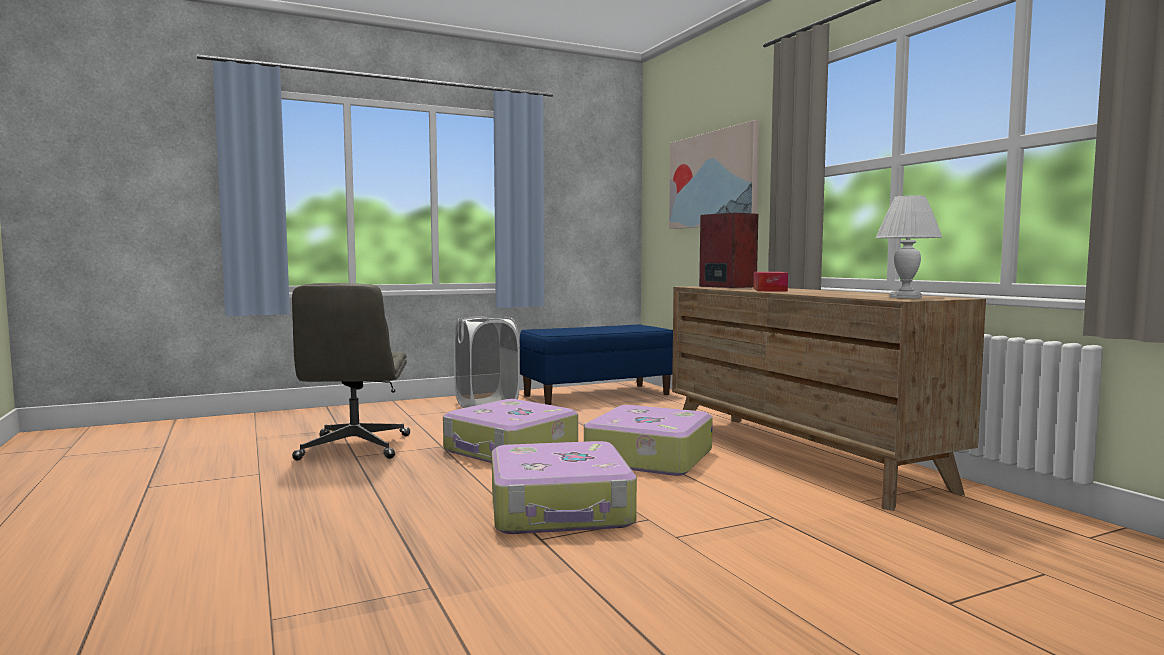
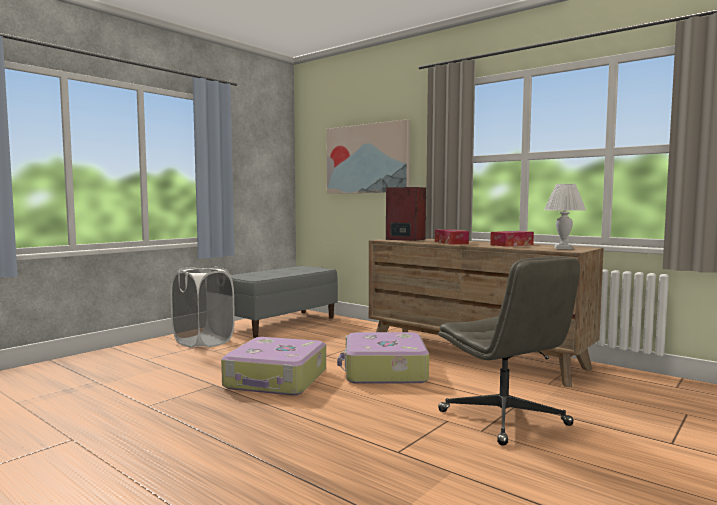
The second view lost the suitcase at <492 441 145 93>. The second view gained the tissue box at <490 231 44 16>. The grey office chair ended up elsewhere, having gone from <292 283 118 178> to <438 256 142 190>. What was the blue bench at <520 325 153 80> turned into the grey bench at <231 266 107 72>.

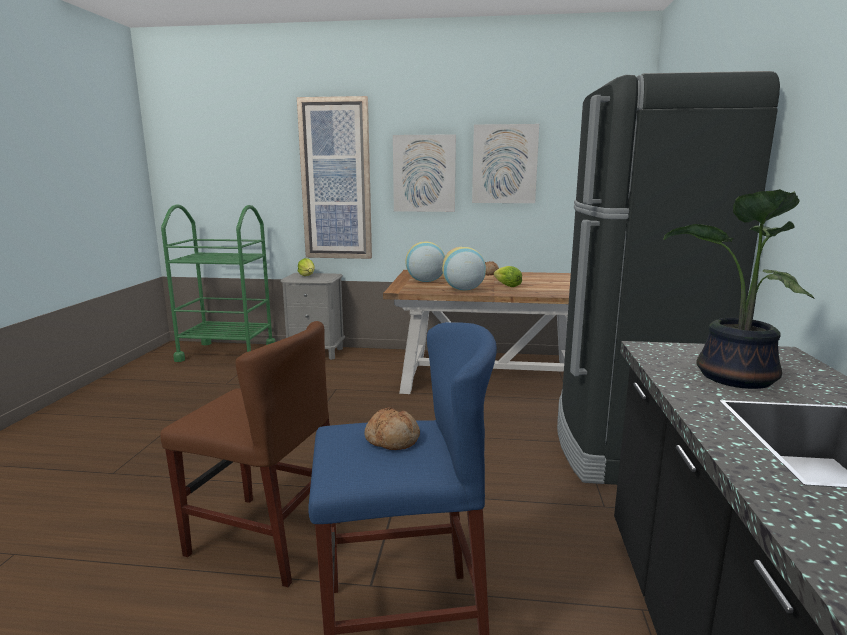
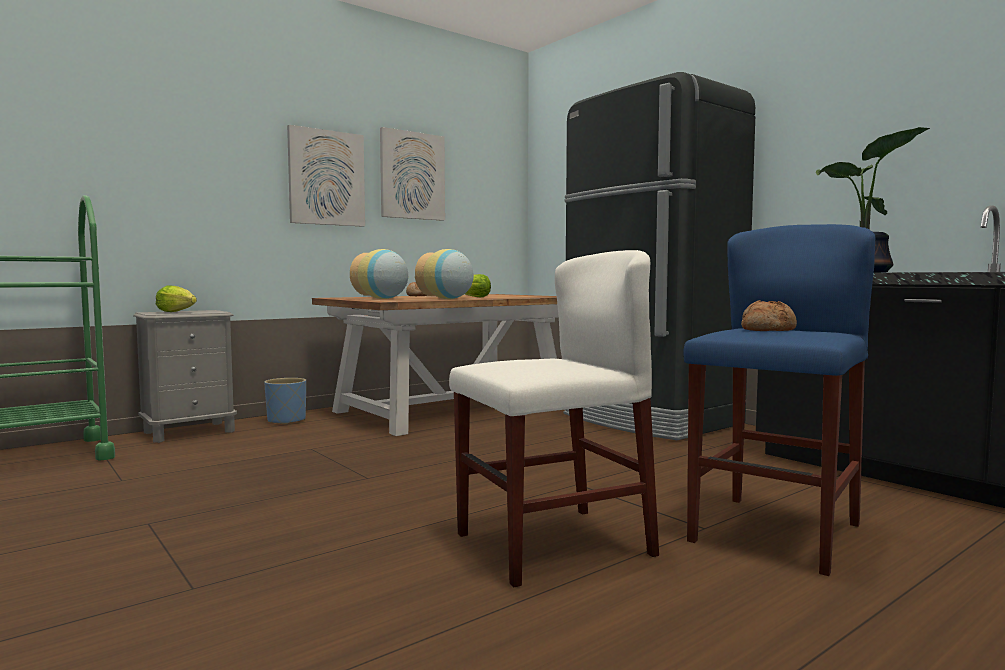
The second view lost the picture at <297 96 75 163>. The second view gained the blue planter at <264 378 42 47>. What was the brown chair at <160 321 180 266> turned into the white chair at <449 250 210 337>.

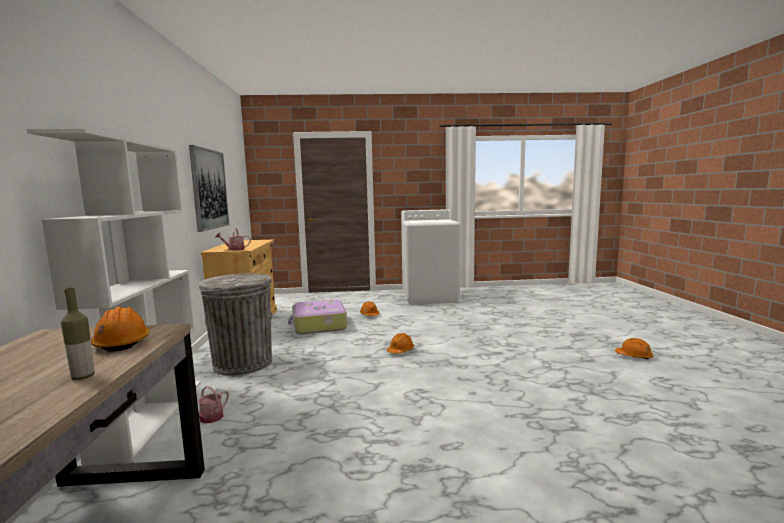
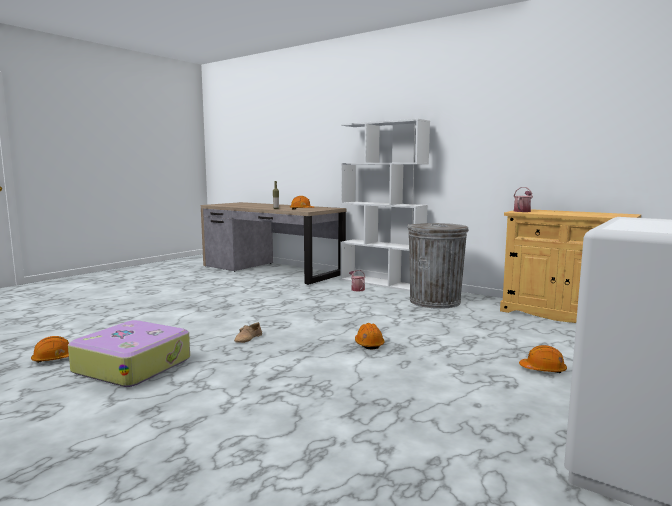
The second view lost the picture at <189 145 40 87>. The second view gained the beige shoe at <234 322 28 21>. The suitcase ended up elsewhere, having gone from <288 299 59 35> to <68 320 122 67>. The orange hard hat ended up elsewhere, having gone from <615 338 38 21> to <31 336 38 27>.

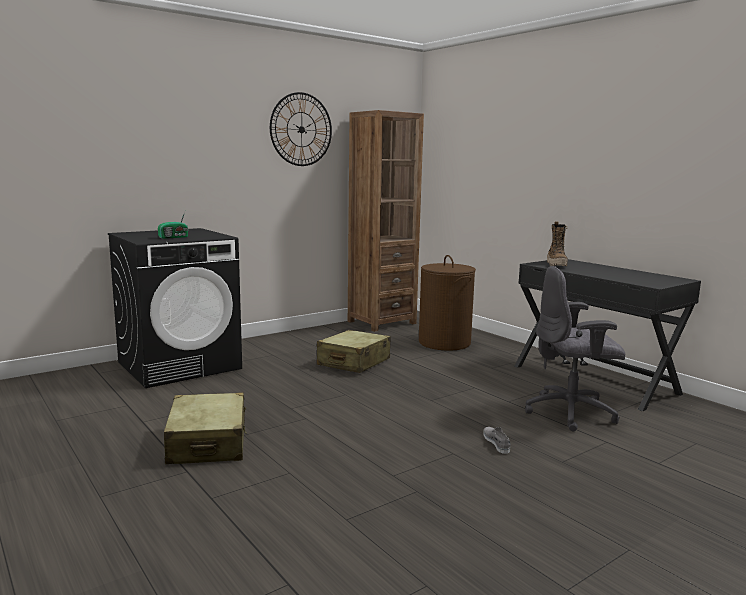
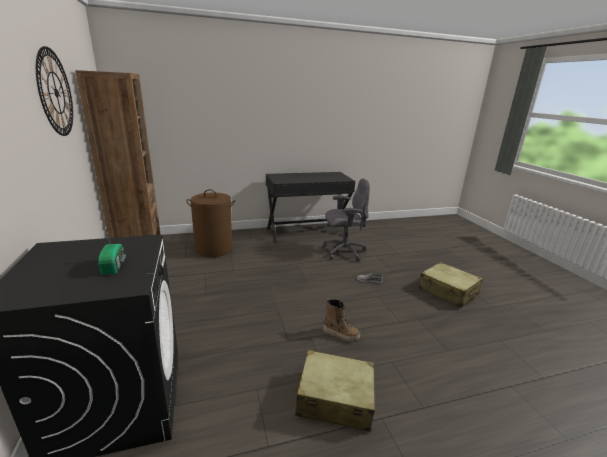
The beige suitcase ended up elsewhere, having gone from <317 330 73 43> to <419 262 64 46>. The boot ended up elsewhere, having gone from <547 221 21 45> to <323 298 37 44>. The grey office chair at <525 266 100 166> ended up facing another way, 120 degrees counterclockwise from before.

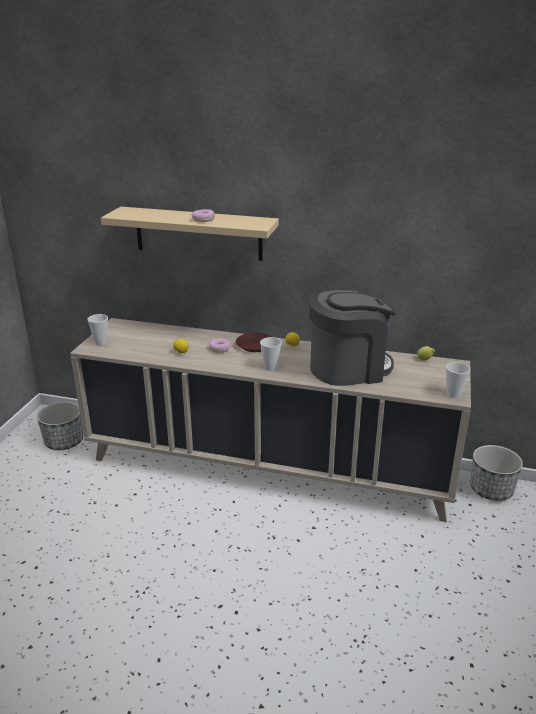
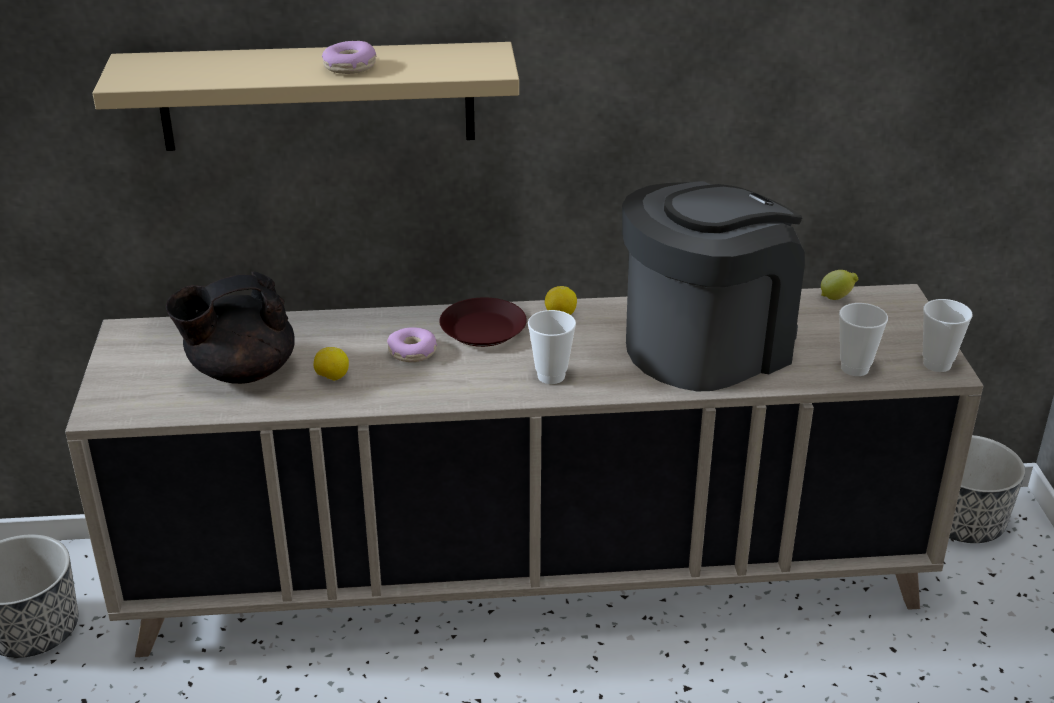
The second view gained the black teapot at <166 271 129 113>. The cup ended up elsewhere, having gone from <87 314 21 31> to <839 303 49 73>.

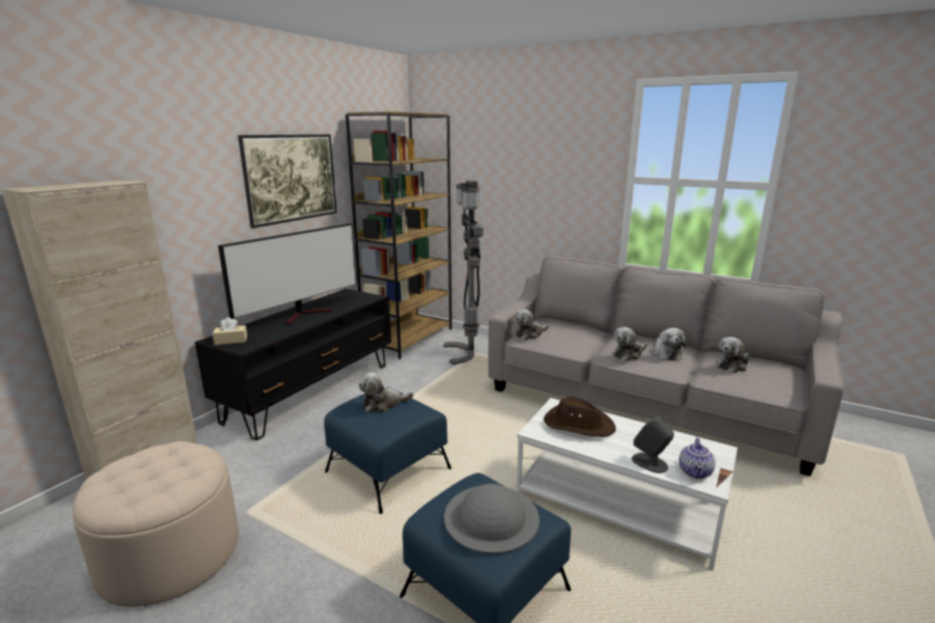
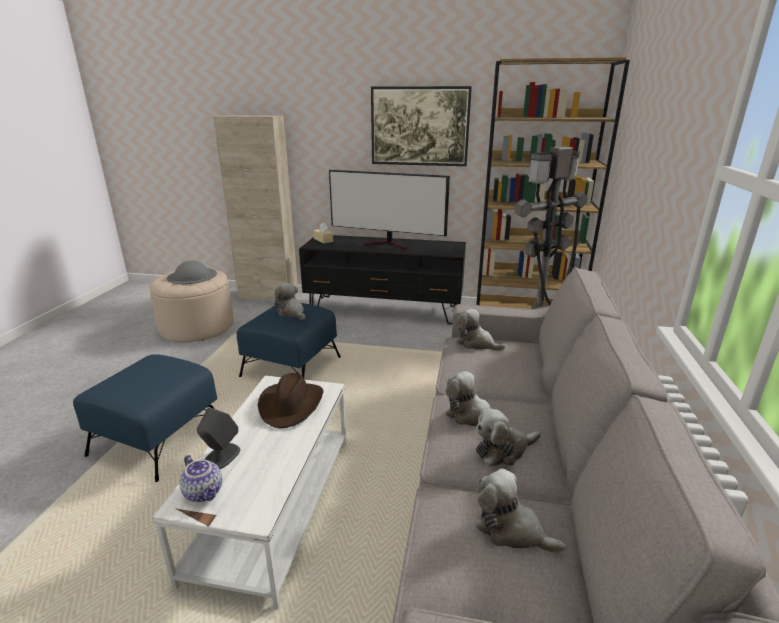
The grey hat ended up elsewhere, having gone from <444 484 95 70> to <167 260 50 24>. The teapot at <679 438 36 41> ended up facing another way, 135 degrees counterclockwise from before.

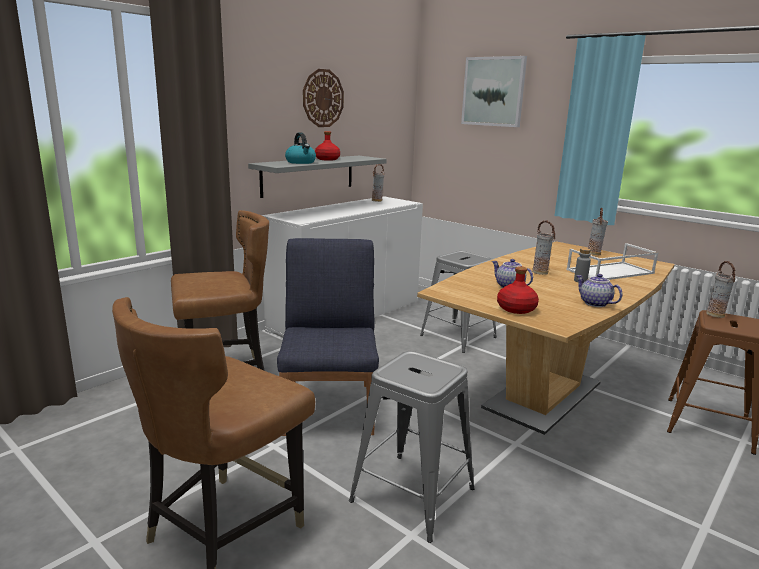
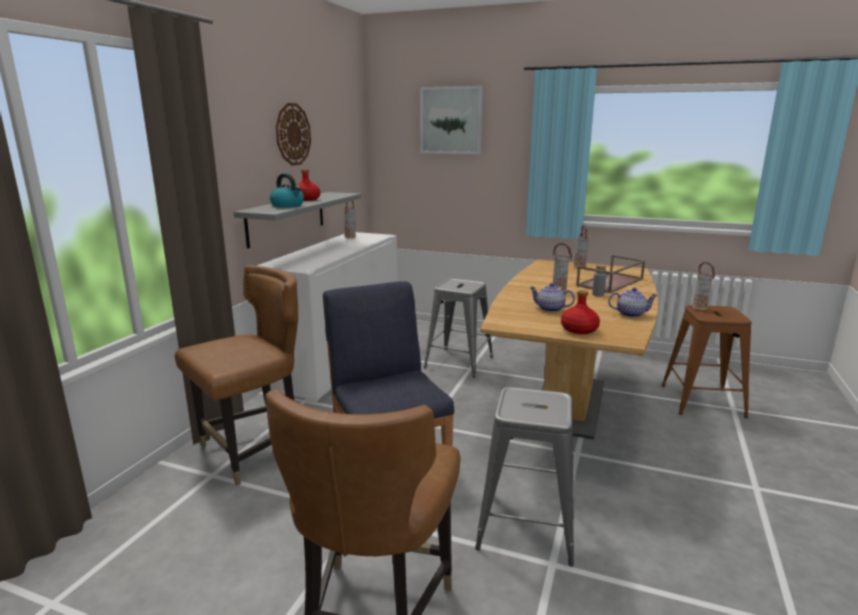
What was the white tray at <566 243 93 37> turned into the brown tray at <576 255 69 38>. The teapot at <576 274 47 33> ended up facing another way, 150 degrees clockwise from before.

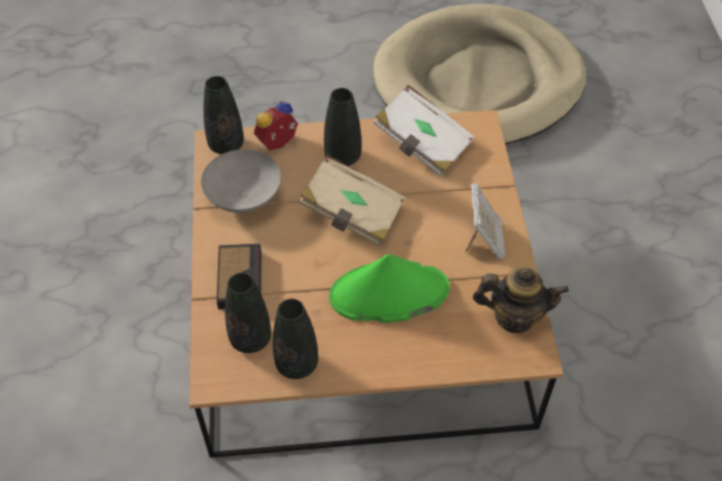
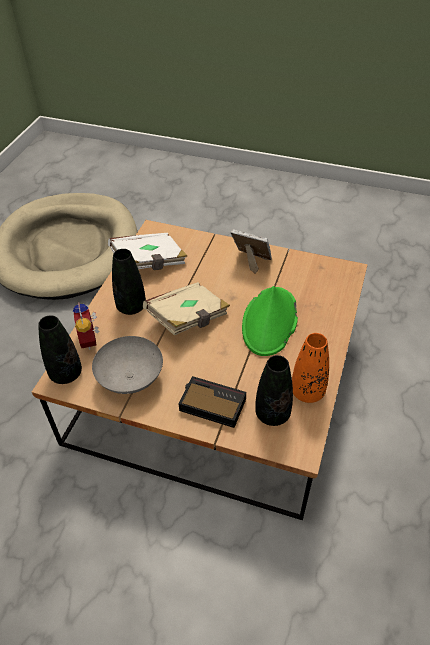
The second view lost the teapot at <472 267 97 66>. What was the black vase at <273 299 45 80> turned into the orange vase at <292 333 37 70>.

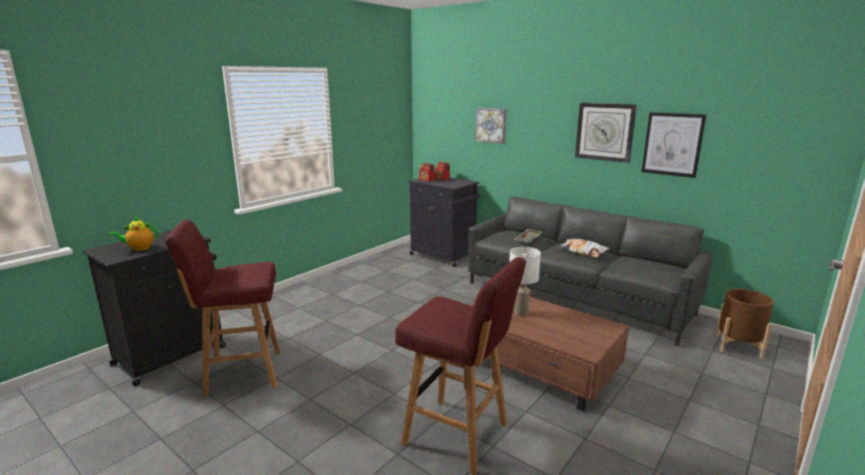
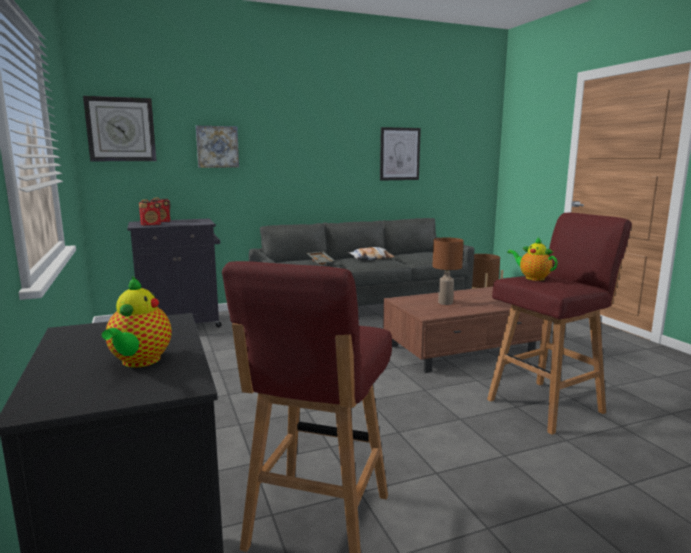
The second view gained the teapot at <507 237 51 44>. The wall clock ended up elsewhere, having gone from <575 103 62 60> to <83 96 73 65>. What was the white table lamp at <509 247 32 69> turned into the brown table lamp at <432 238 32 67>.

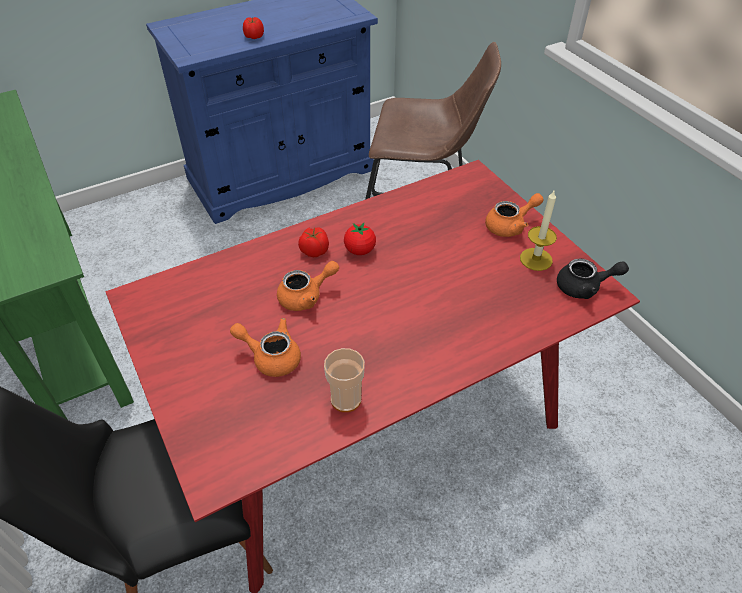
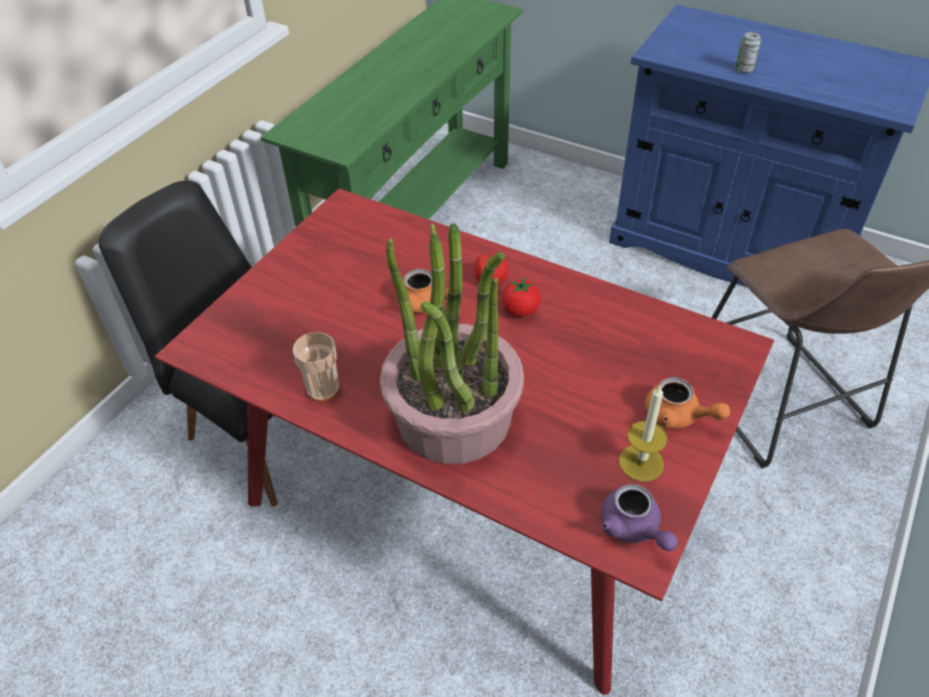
The second view lost the orange teapot at <230 318 71 59>. The second view gained the potted plant at <380 223 144 241>. Where the tomato stood at <243 17 21 22>, the can came to stand at <735 32 26 41>. What was the black teapot at <557 258 72 41> turned into the purple teapot at <601 484 77 67>.

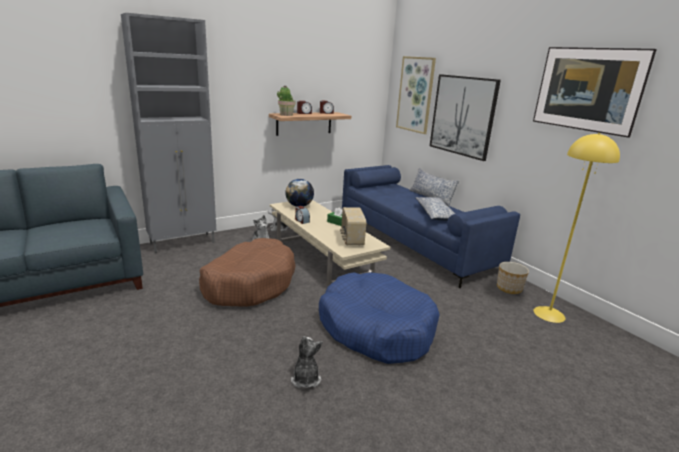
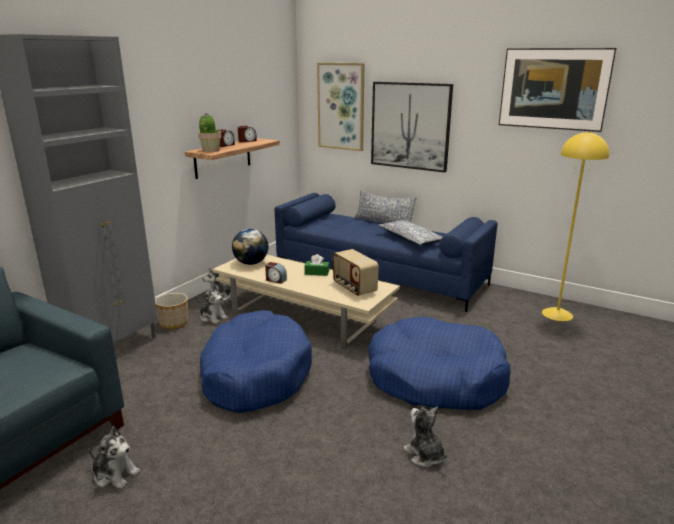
The second view gained the plush toy at <88 426 52 63>. The planter ended up elsewhere, having gone from <497 262 32 32> to <155 293 34 36>. What was the brown dog bed at <199 238 97 69> turned into the blue dog bed at <200 310 112 103>.

